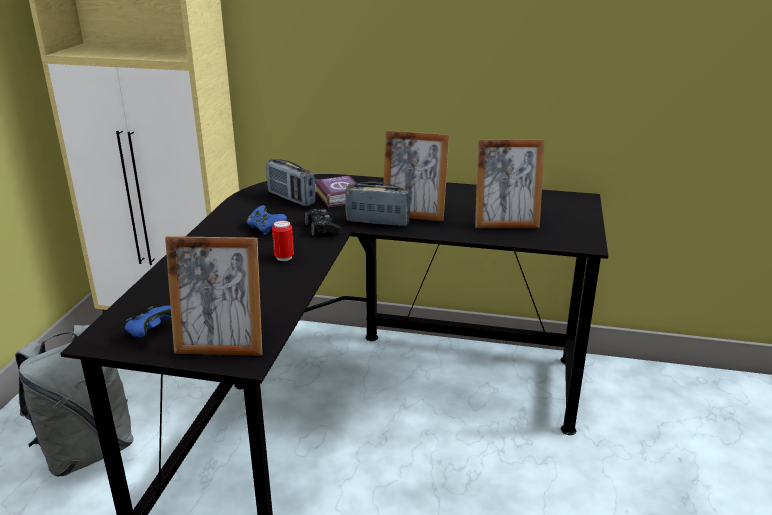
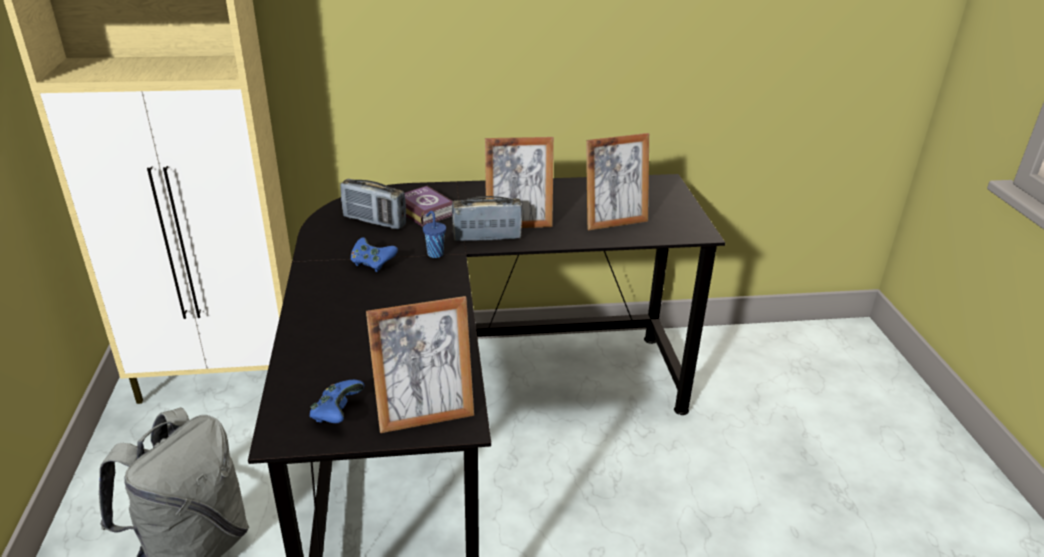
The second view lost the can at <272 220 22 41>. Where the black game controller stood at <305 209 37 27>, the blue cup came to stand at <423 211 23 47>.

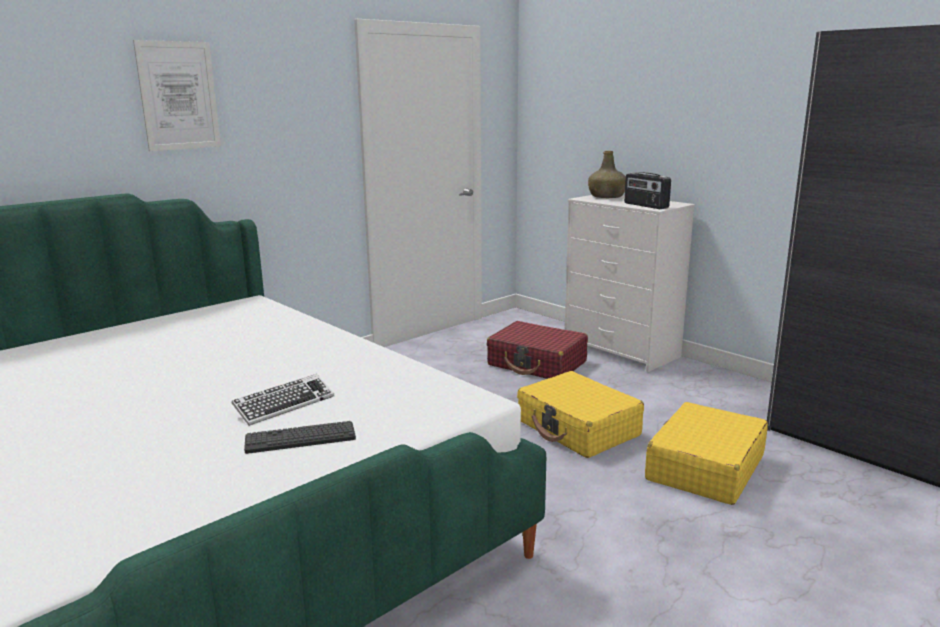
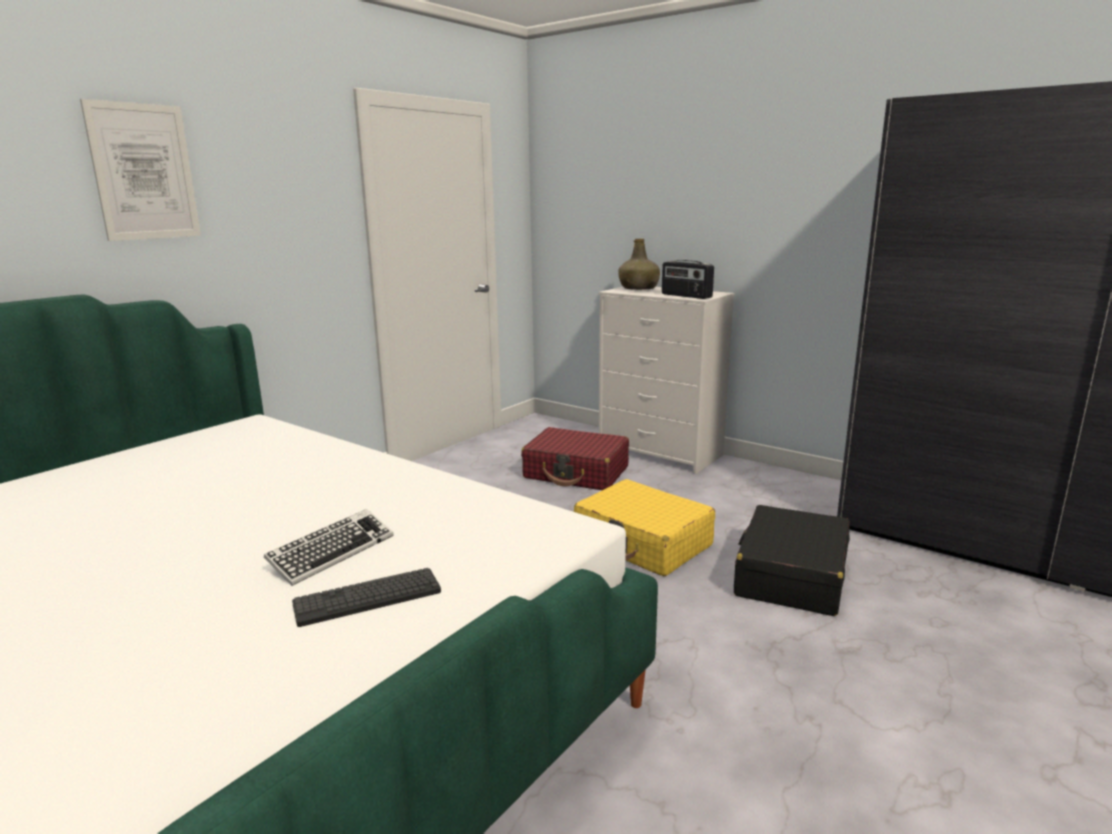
What was the yellow suitcase at <645 402 123 103> turned into the black suitcase at <734 505 116 111>.

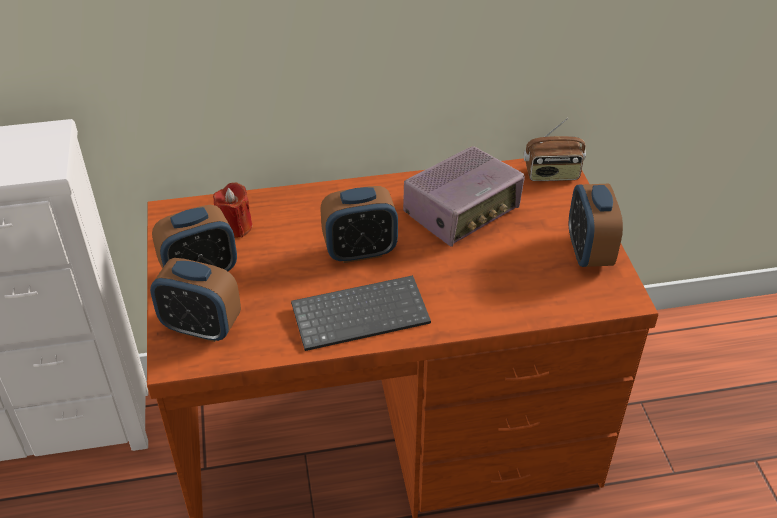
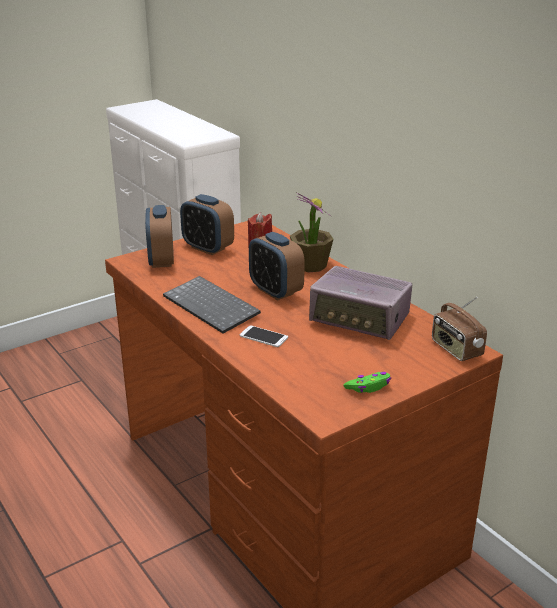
The second view gained the phone at <240 325 48 22>. The second view gained the potted plant at <290 192 43 81>. Where the alarm clock stood at <569 184 54 83>, the green game controller came to stand at <343 372 48 21>.

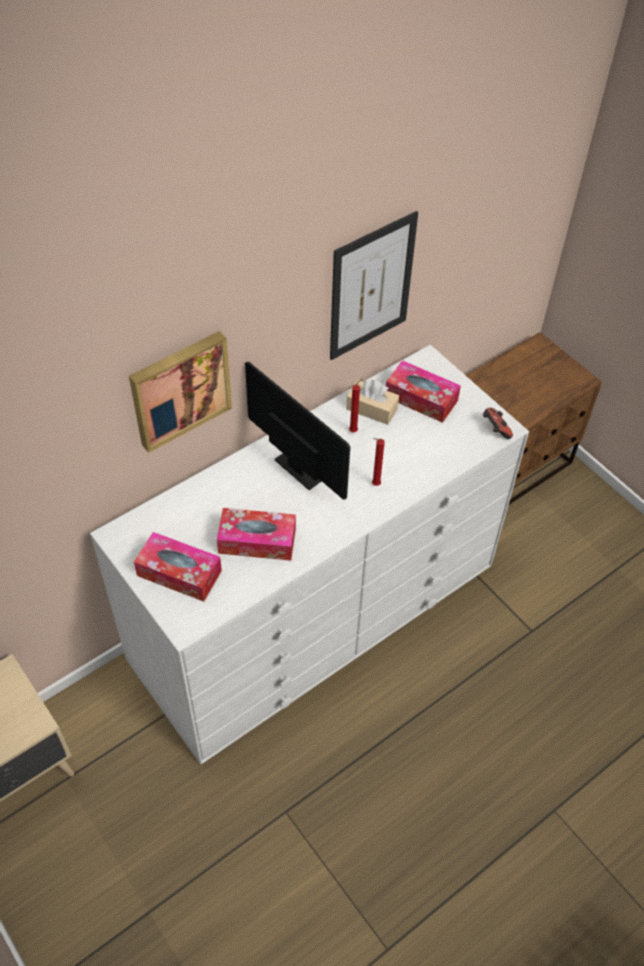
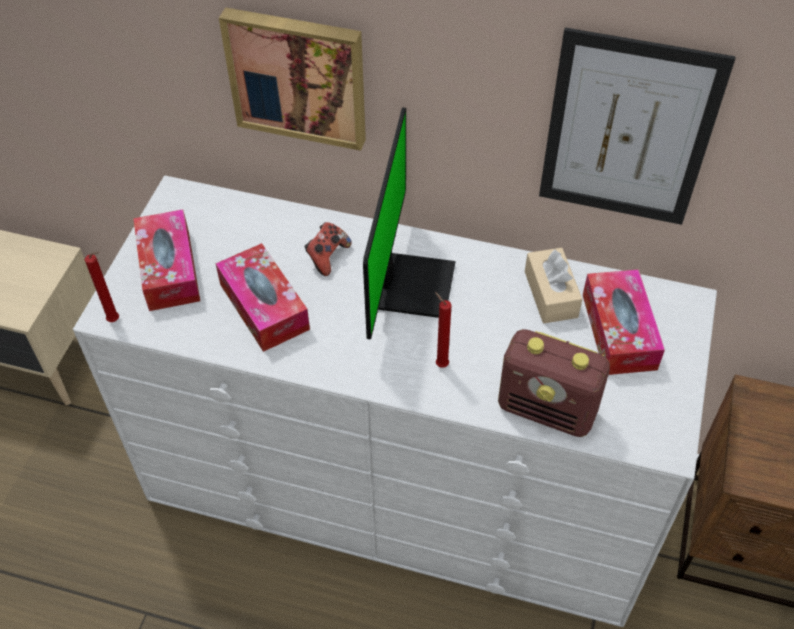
The second view gained the radio at <498 329 112 108>. The red candle ended up elsewhere, having gone from <349 378 13 54> to <85 252 34 70>. The game controller ended up elsewhere, having gone from <483 408 30 31> to <304 222 48 54>.

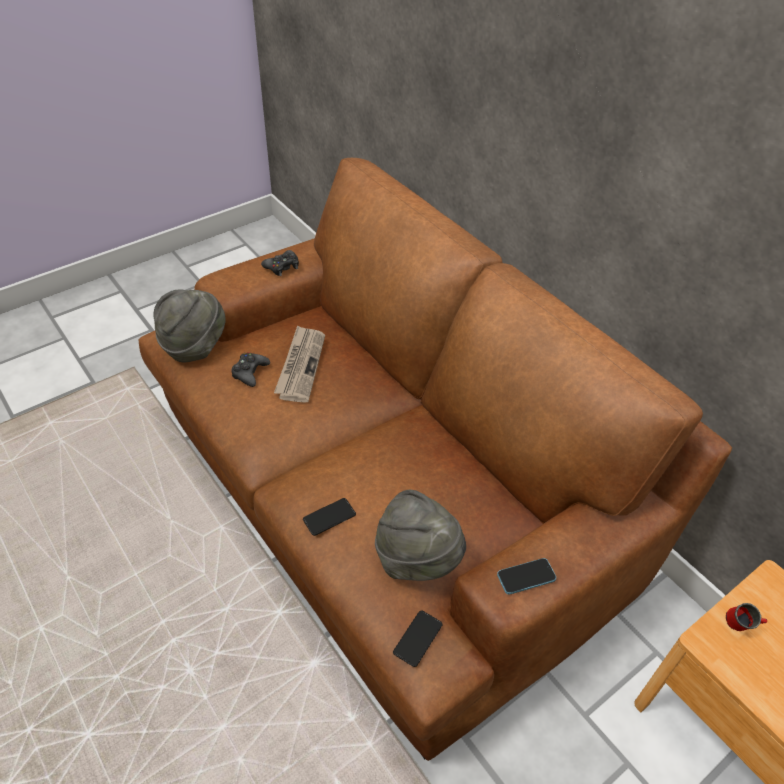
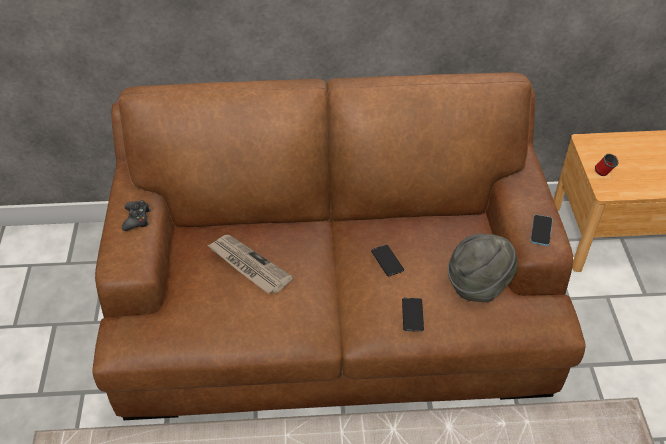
The second view lost the grey hat at <153 289 73 74>. The second view lost the black game controller at <231 352 39 35>. The phone ended up elsewhere, having gone from <393 611 50 56> to <371 245 33 31>.

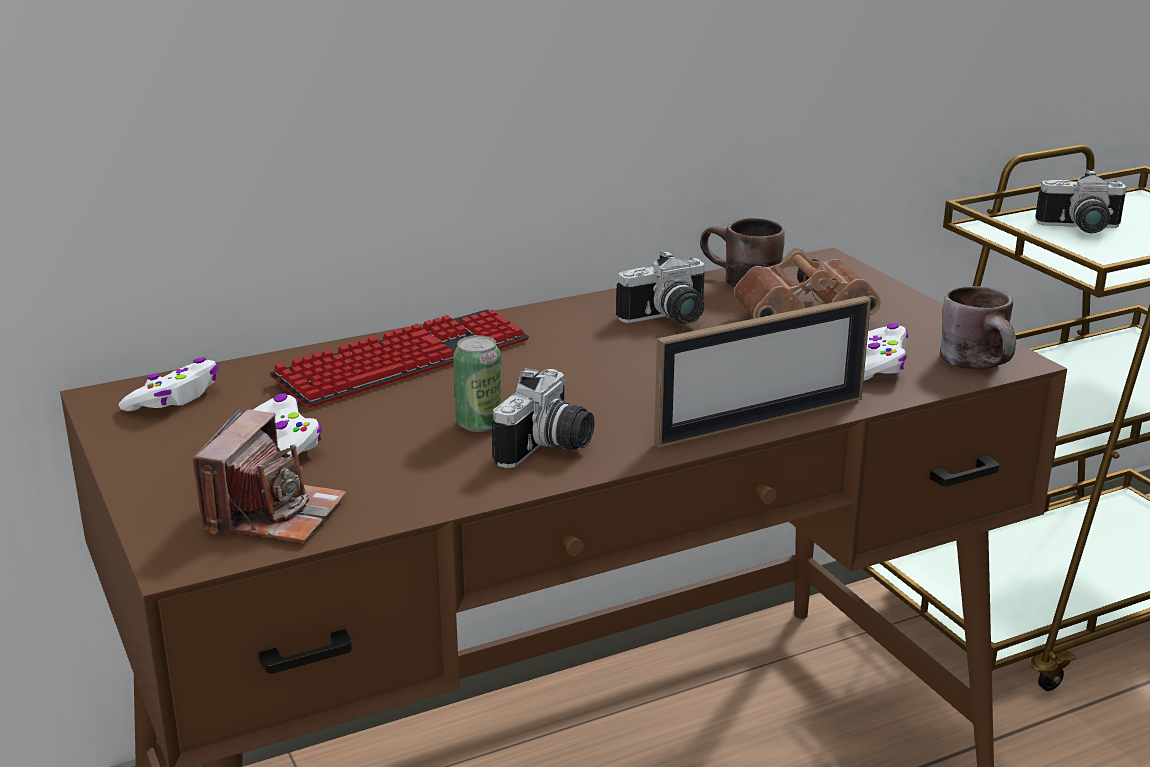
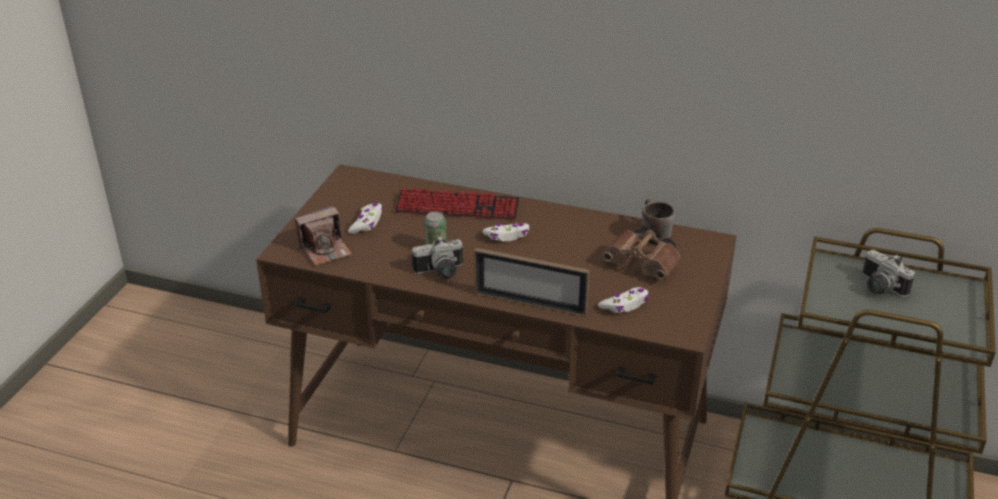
The second view lost the photo camera at <616 250 90 74>. The second view lost the brown mug at <940 286 76 84>. The white game controller ended up elsewhere, having gone from <118 357 101 54> to <482 223 47 19>.

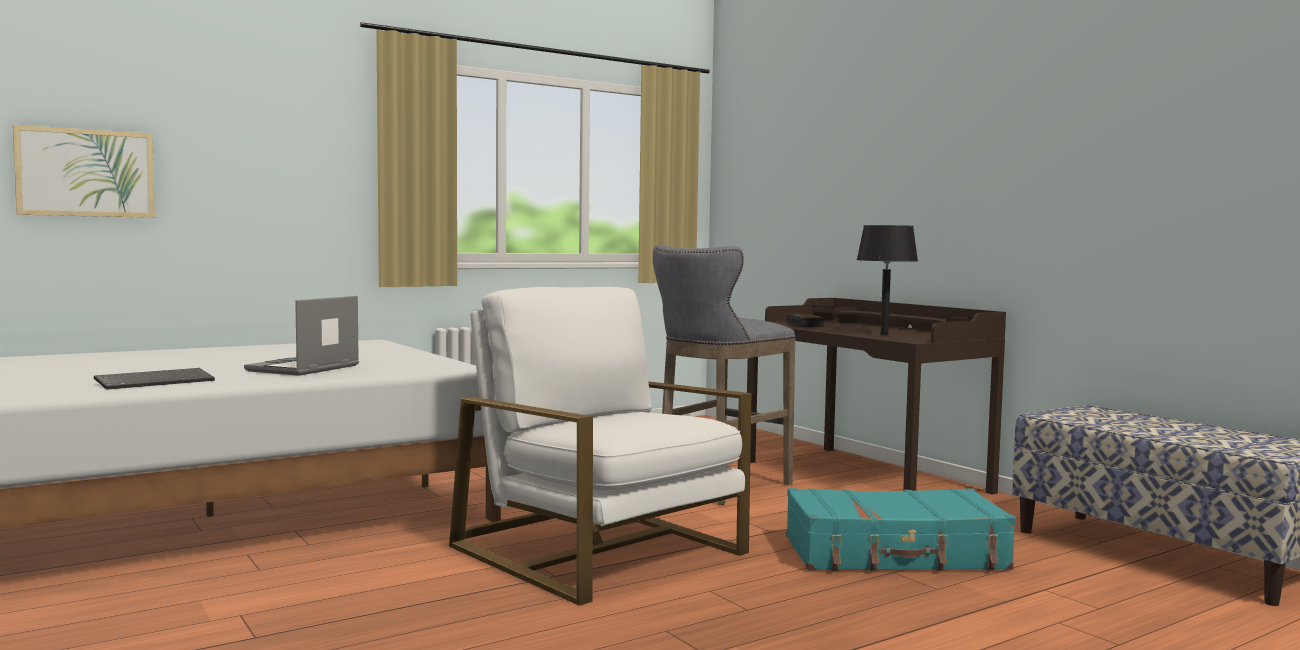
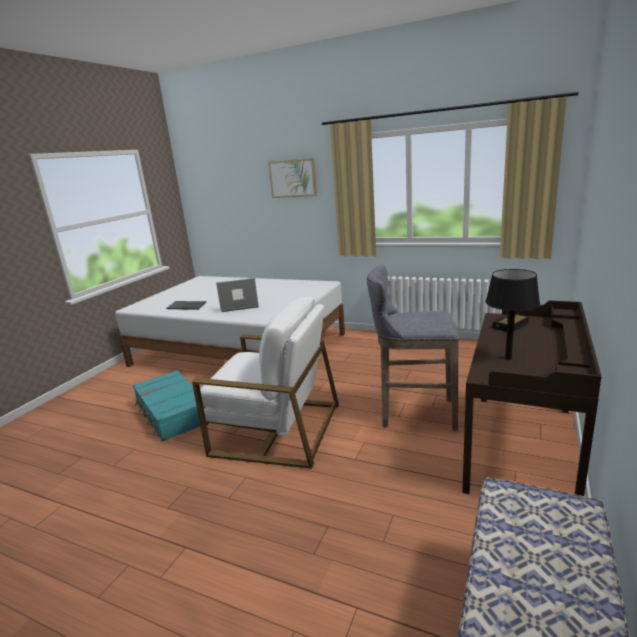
The picture ended up elsewhere, having gone from <13 125 142 93> to <268 158 49 40>. The turquoise suitcase ended up elsewhere, having gone from <786 488 230 83> to <133 370 72 72>. The white armchair at <449 287 302 319> ended up facing another way, 90 degrees clockwise from before.

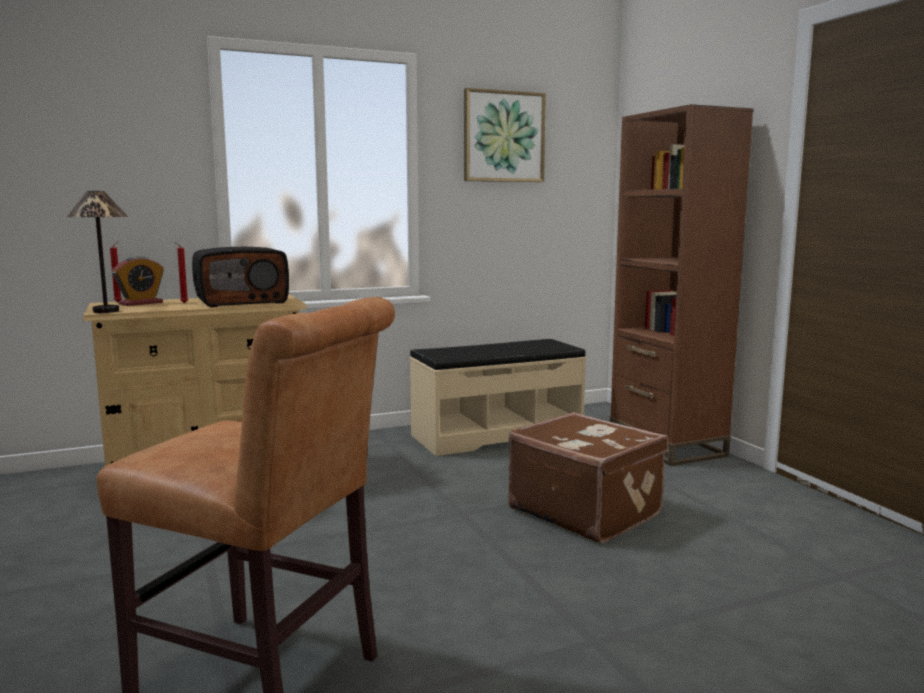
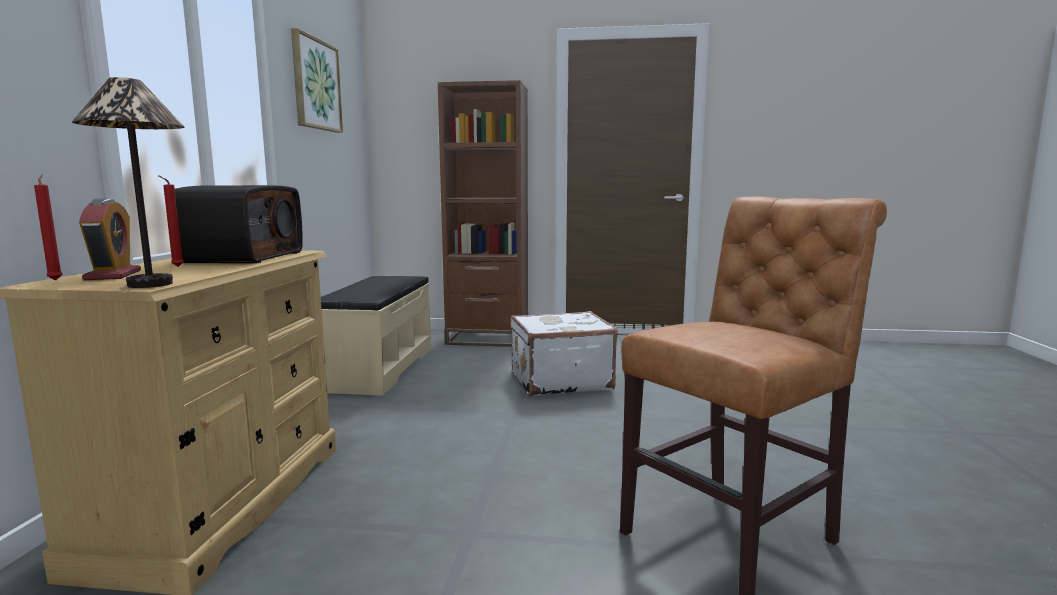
What was the brown suitcase at <508 412 160 131> turned into the white suitcase at <510 311 108 86>.

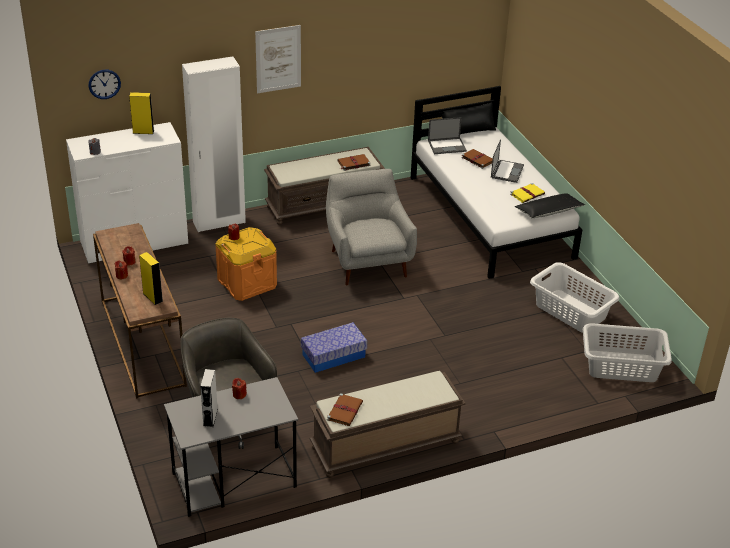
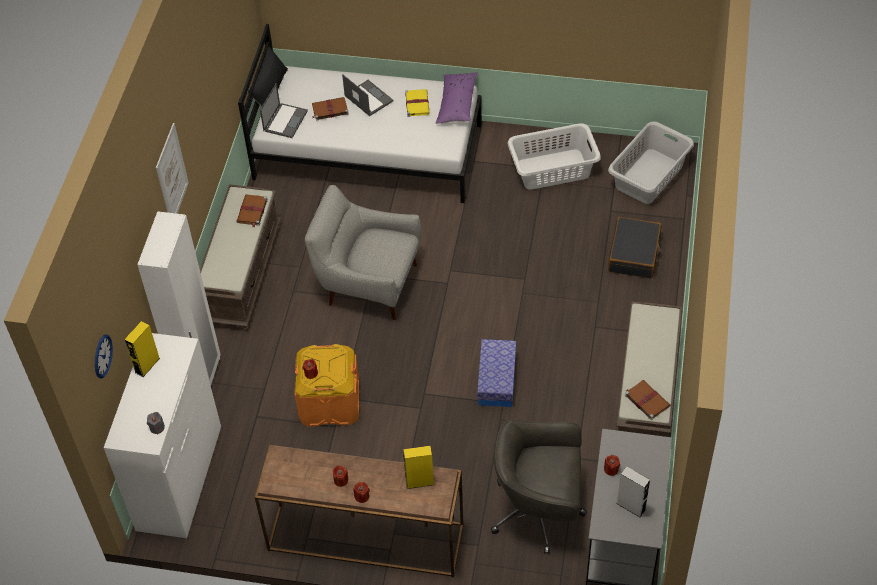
The second view gained the black suitcase at <608 217 53 62>. What was the black pillow at <515 193 70 25> turned into the purple pillow at <436 72 42 52>.

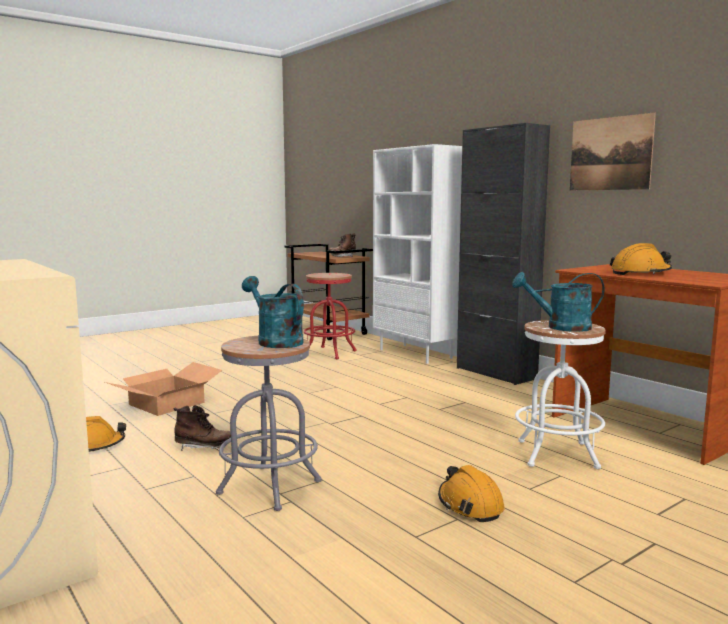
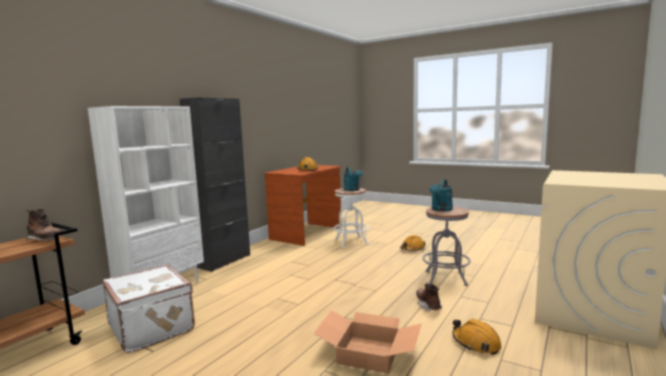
The second view lost the picture at <570 112 86 78>. Where the red stool stood at <304 273 53 86>, the white suitcase came to stand at <103 265 92 88>.

